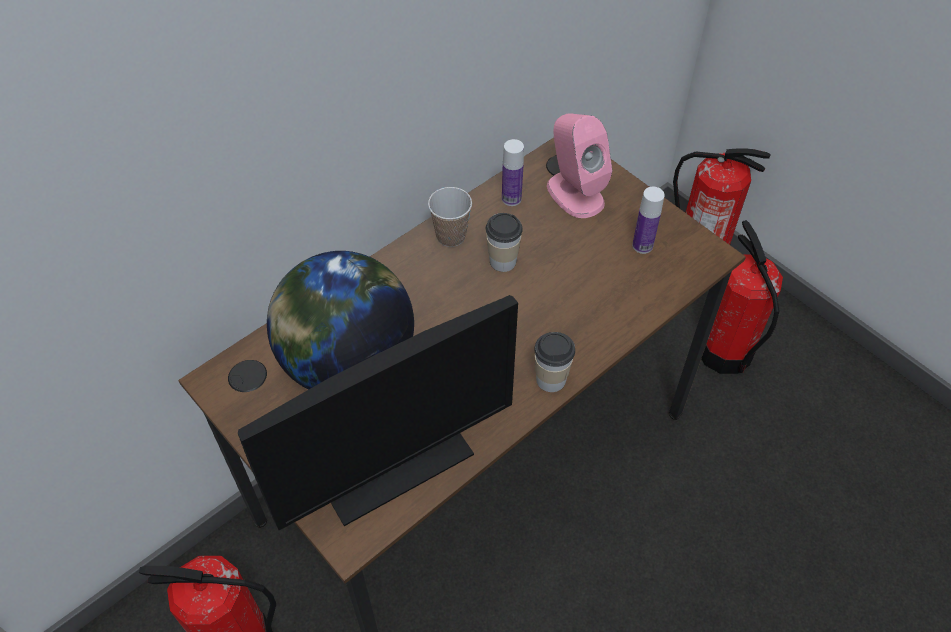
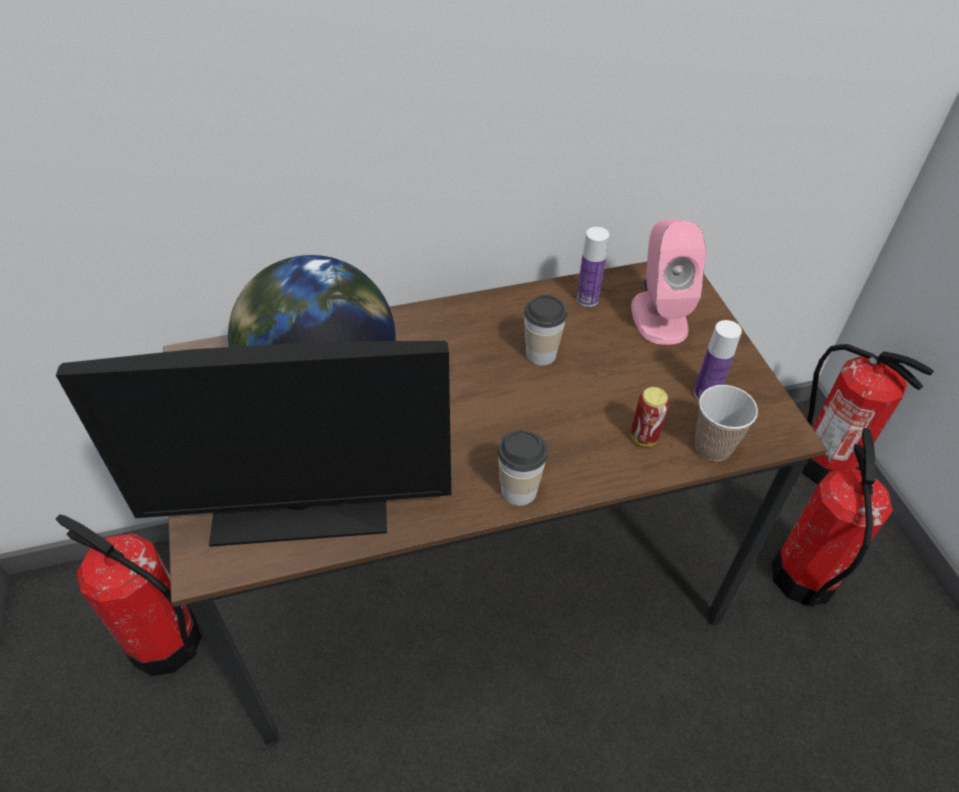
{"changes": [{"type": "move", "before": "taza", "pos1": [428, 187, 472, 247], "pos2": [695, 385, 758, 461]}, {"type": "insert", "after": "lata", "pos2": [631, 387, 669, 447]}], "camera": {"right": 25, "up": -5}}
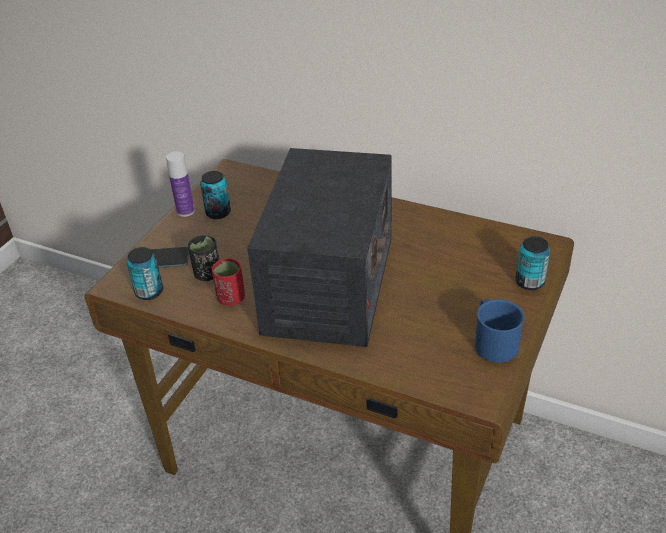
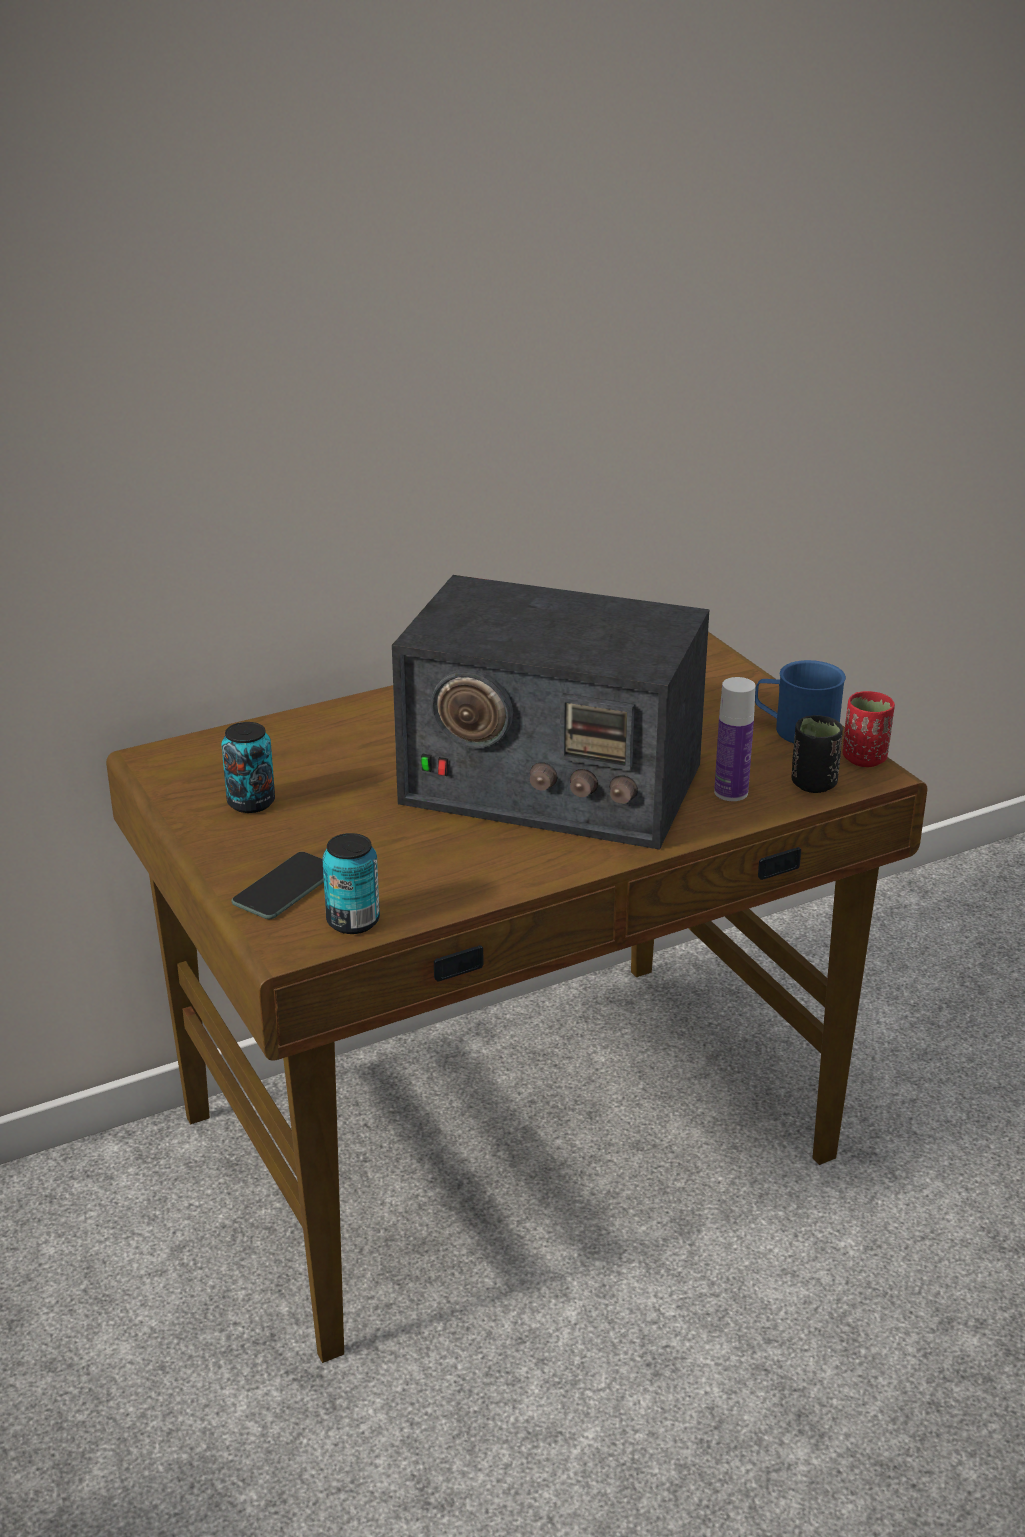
{"changes": [{"type": "rotate", "before": "radio", "pos1": [247, 148, 392, 347], "pos2": [392, 575, 709, 850], "turn": 150}, {"type": "move", "before": "botella", "pos1": [166, 151, 195, 217], "pos2": [714, 677, 756, 801]}, {"type": "move", "before": "taza/negro", "pos1": [188, 235, 219, 281], "pos2": [792, 715, 843, 793]}, {"type": "delete", "before": "lata", "pos1": [516, 236, 550, 290]}, {"type": "move", "before": "taza/rojo", "pos1": [212, 258, 245, 306], "pos2": [842, 691, 895, 767]}], "camera": {"right": -55, "up": -10}}
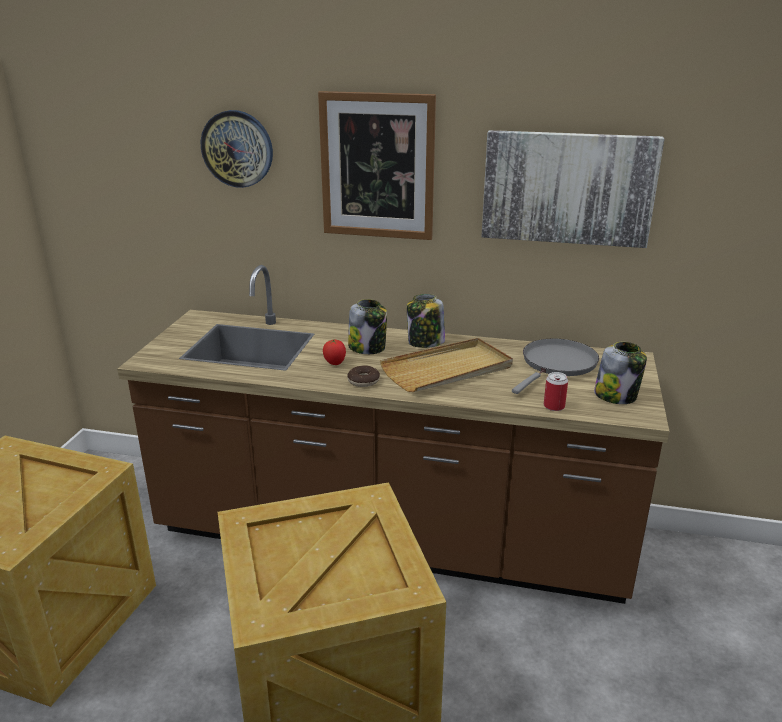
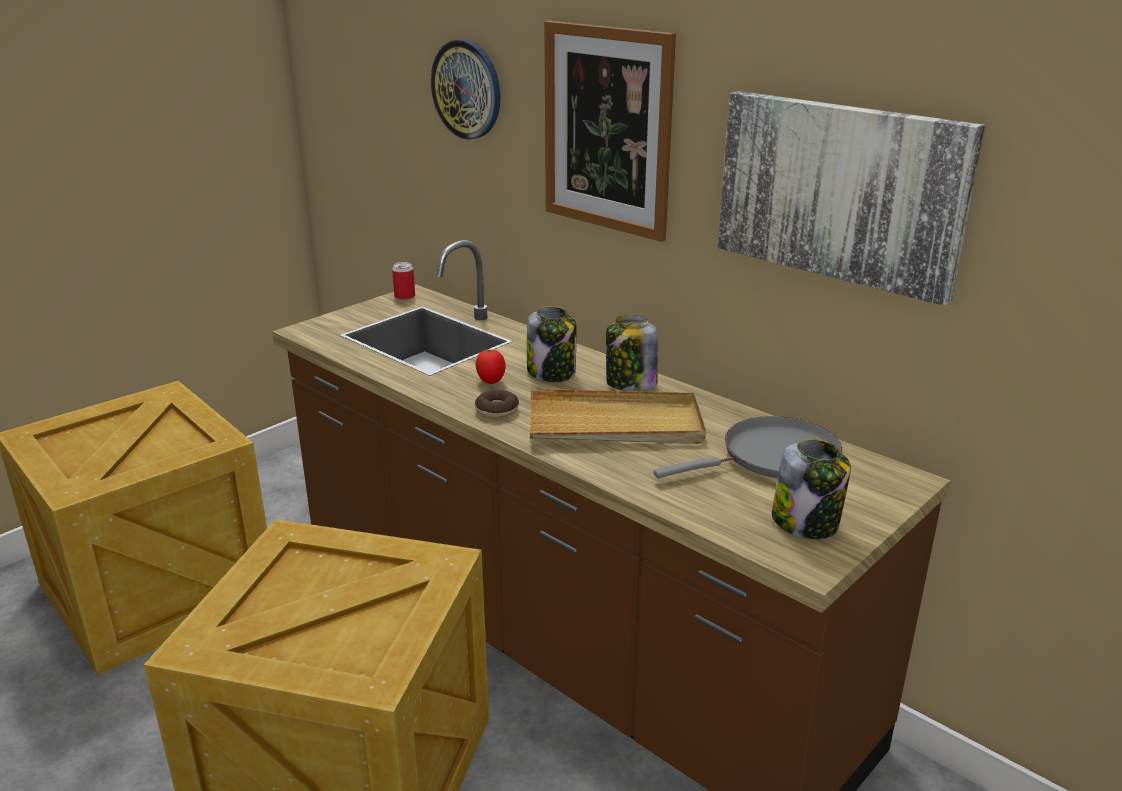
{"changes": [{"type": "move", "before": "lata", "pos1": [544, 372, 568, 411], "pos2": [392, 262, 415, 300]}], "camera": {"right": 30, "up": 0}}
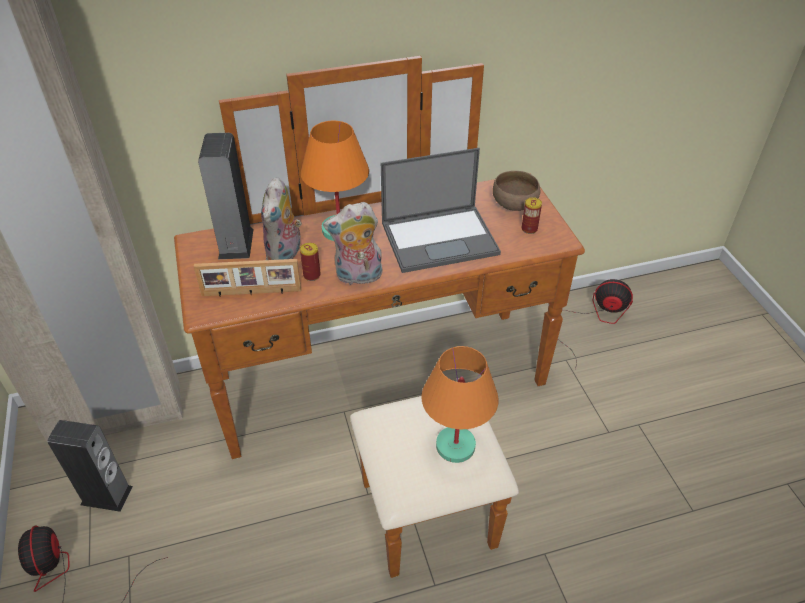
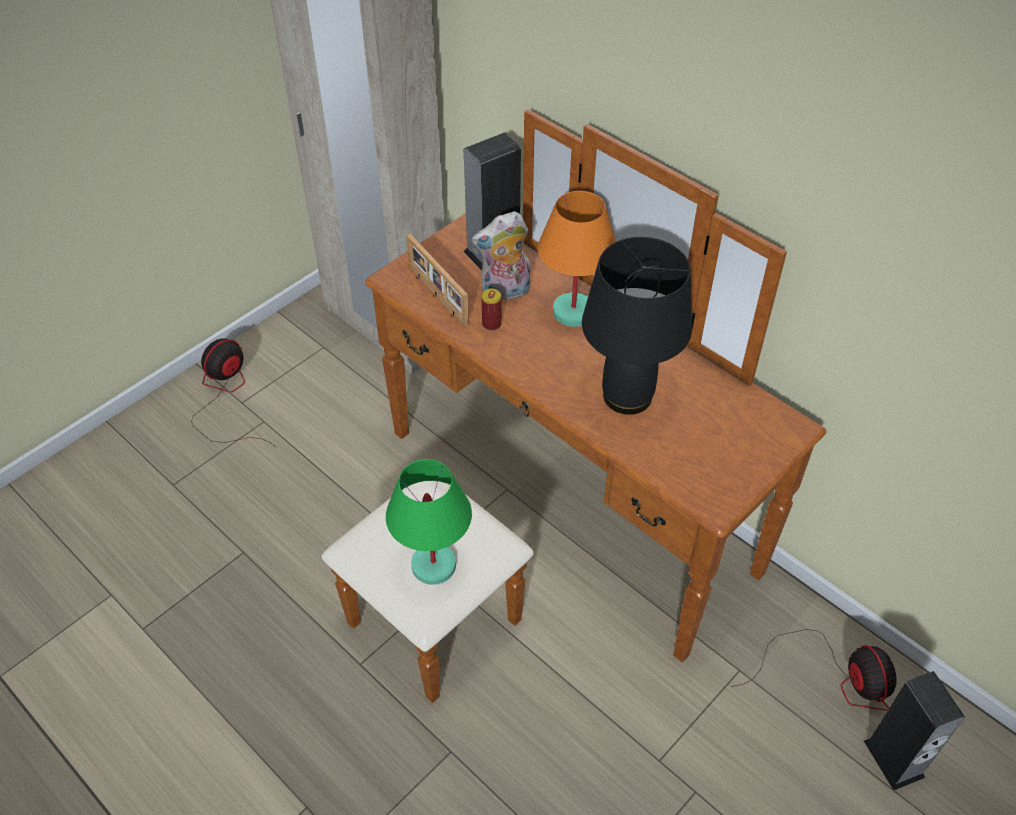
{"changes": [{"type": "replace", "before": "portátil", "after": "lámpara de mesa/negro", "pos1": [381, 148, 501, 273], "pos2": [582, 237, 692, 415]}, {"type": "delete", "before": "cuenco/marrón", "pos1": [493, 171, 540, 211]}, {"type": "delete", "before": "lata", "pos1": [522, 197, 542, 234]}, {"type": "delete", "before": "peluche", "pos1": [323, 202, 383, 285]}, {"type": "recolor", "before": "lámpara de mesa/naranja", "after": "lámpara de mesa/verde", "pos1": [421, 346, 499, 463], "pos2": [386, 459, 472, 585]}, {"type": "move", "before": "altavoz", "pos1": [47, 420, 133, 512], "pos2": [864, 671, 965, 790]}], "camera": {"right": 60, "up": 5}}
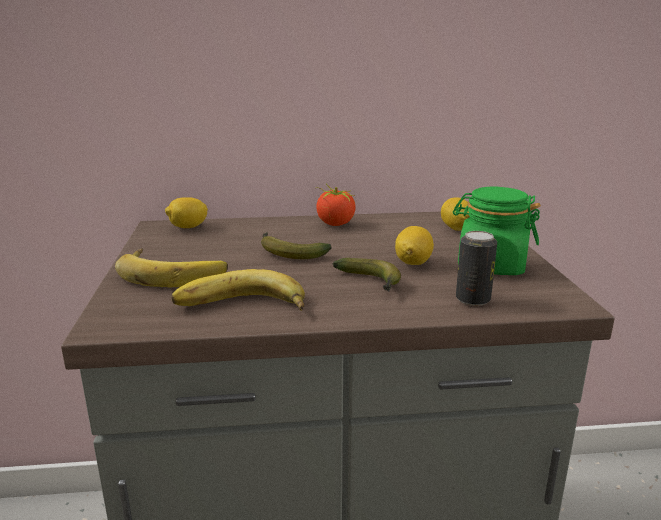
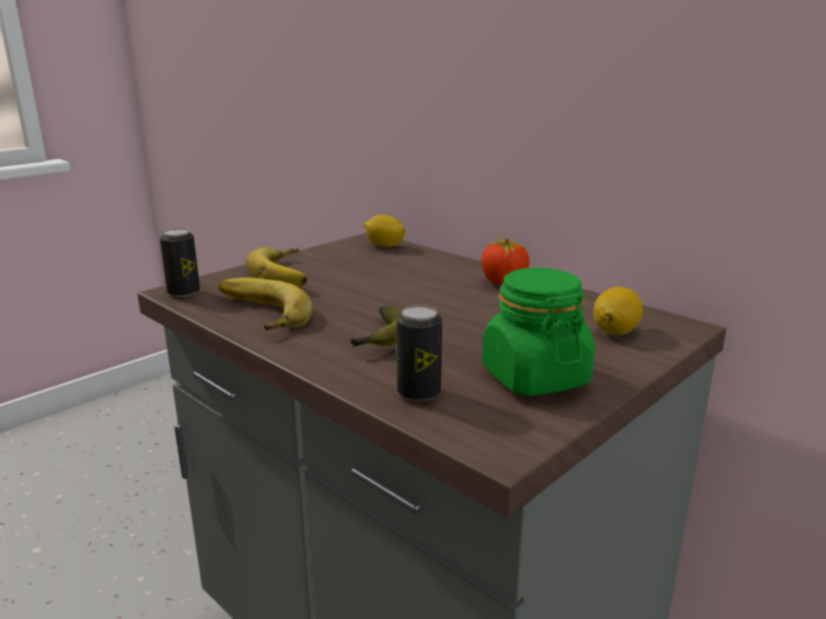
{"changes": [{"type": "delete", "before": "limón", "pos1": [395, 226, 434, 265]}, {"type": "delete", "before": "plátano", "pos1": [261, 233, 332, 259]}, {"type": "insert", "after": "lata", "pos2": [159, 228, 200, 297]}], "camera": {"right": 50, "up": 0}}
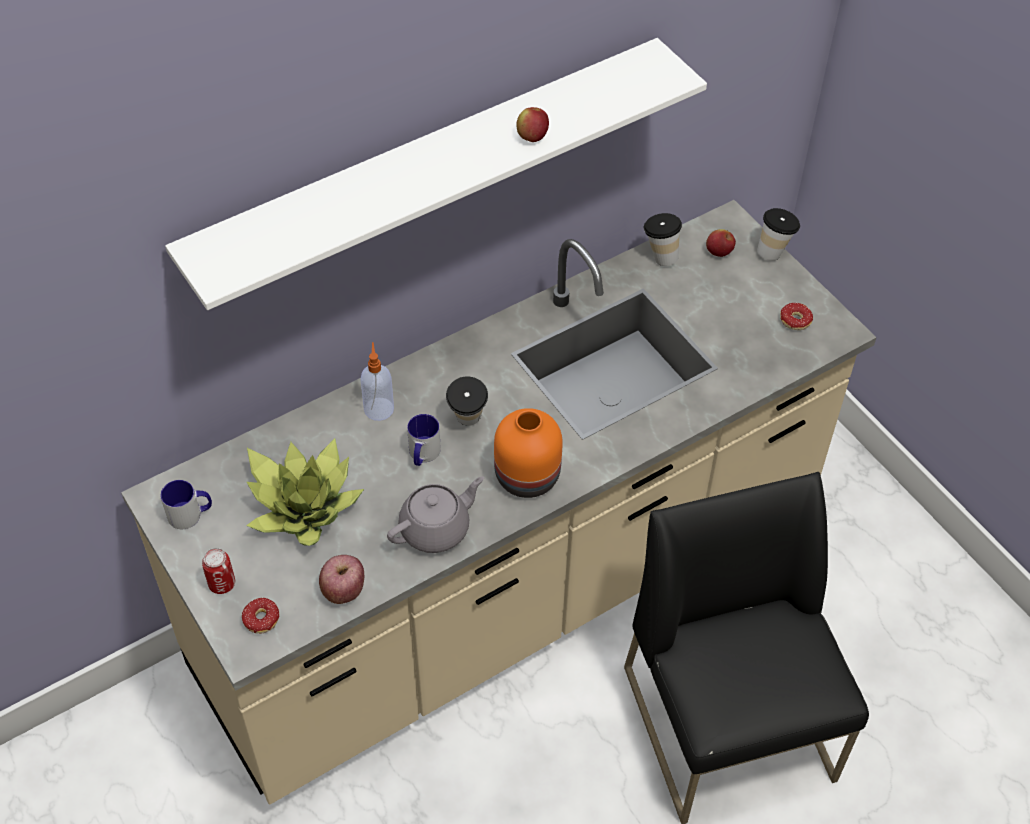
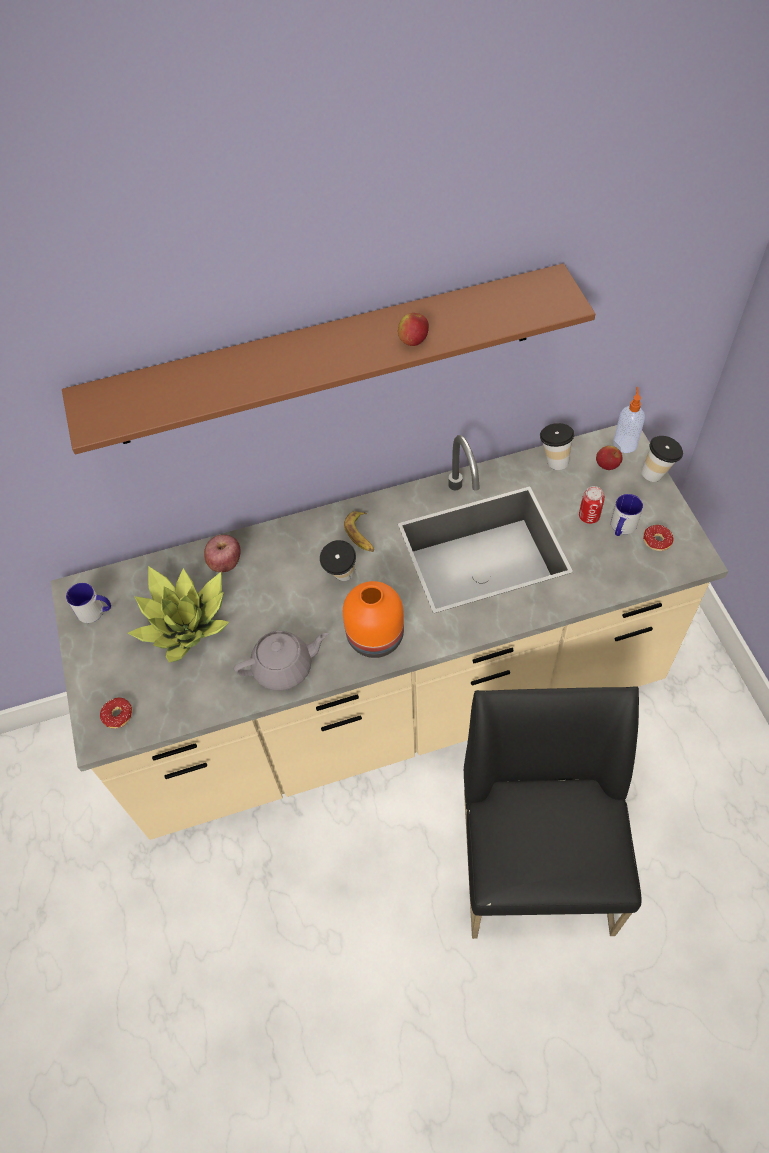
{"changes": [{"type": "recolor", "before": "estante/blanco", "after": "estante/marrón", "pos1": [165, 38, 707, 310], "pos2": [62, 263, 595, 454]}, {"type": "move", "before": "dispensador de jabón", "pos1": [360, 342, 394, 421], "pos2": [613, 387, 645, 453]}, {"type": "move", "before": "taza grande", "pos1": [407, 414, 441, 466], "pos2": [611, 494, 643, 536]}, {"type": "move", "before": "lata", "pos1": [202, 548, 235, 594], "pos2": [579, 486, 605, 524]}, {"type": "move", "before": "manzana", "pos1": [319, 555, 364, 604], "pos2": [204, 535, 241, 572]}, {"type": "insert", "after": "plátano", "pos2": [344, 511, 374, 552]}], "camera": {"right": 20, "up": 5}}
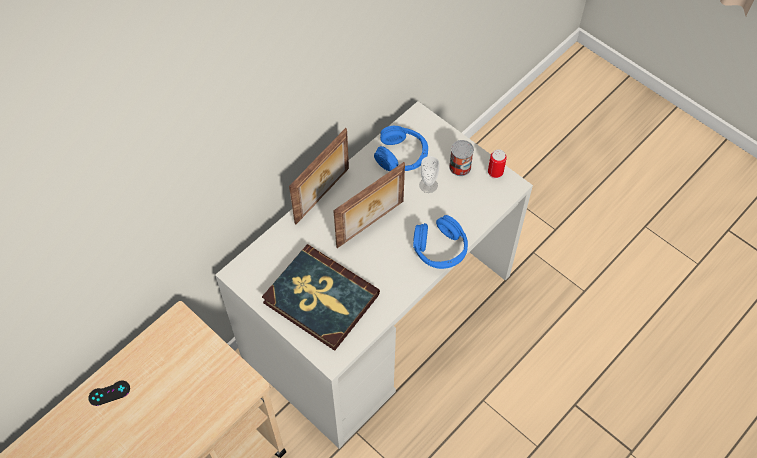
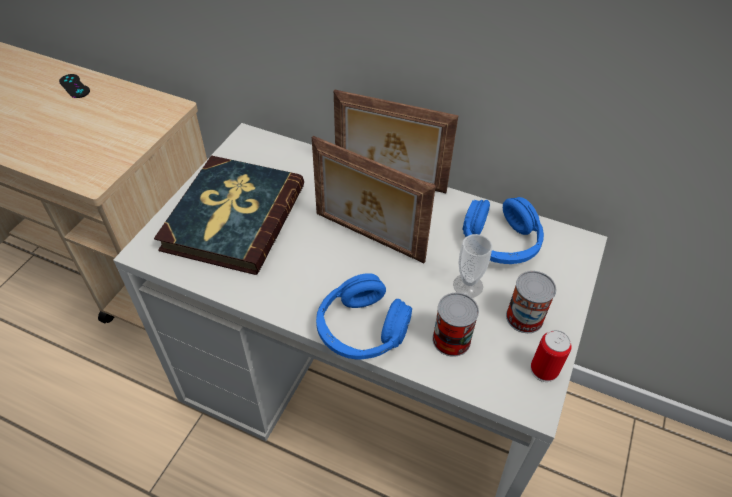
{"changes": [{"type": "insert", "after": "lata", "pos2": [432, 293, 479, 357]}], "camera": {"right": 70, "up": -10}}
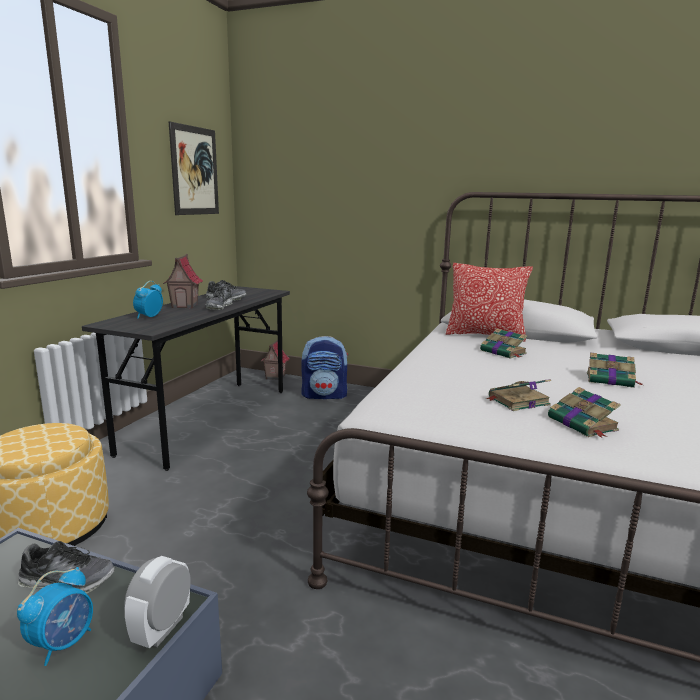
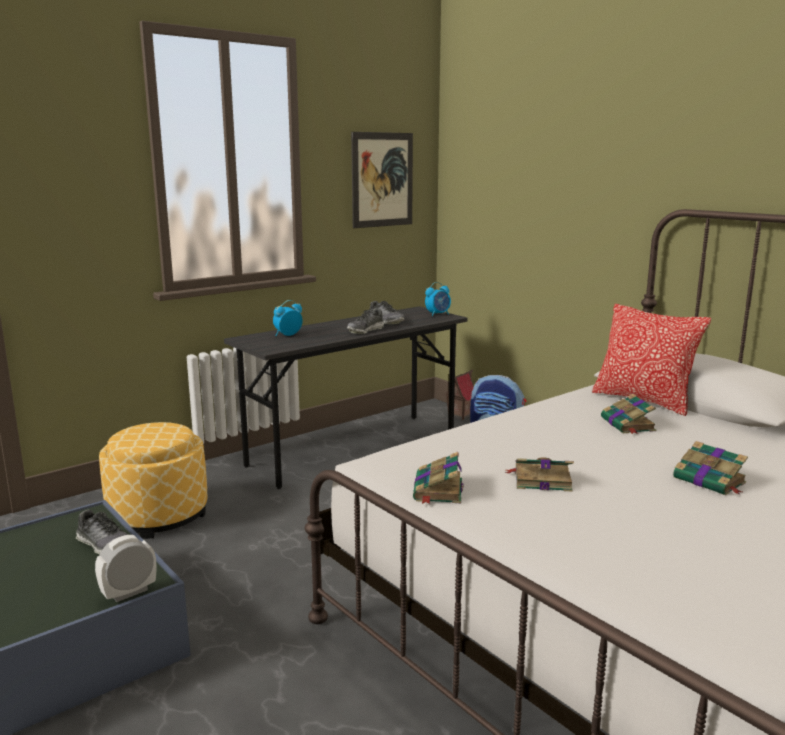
{"changes": [{"type": "delete", "before": "casita", "pos1": [163, 254, 203, 308]}, {"type": "move", "before": "libro", "pos1": [548, 387, 621, 438], "pos2": [413, 452, 463, 504]}, {"type": "move", "before": "despertador", "pos1": [17, 567, 93, 666], "pos2": [425, 282, 451, 316]}], "camera": {"right": 30, "up": 0}}
